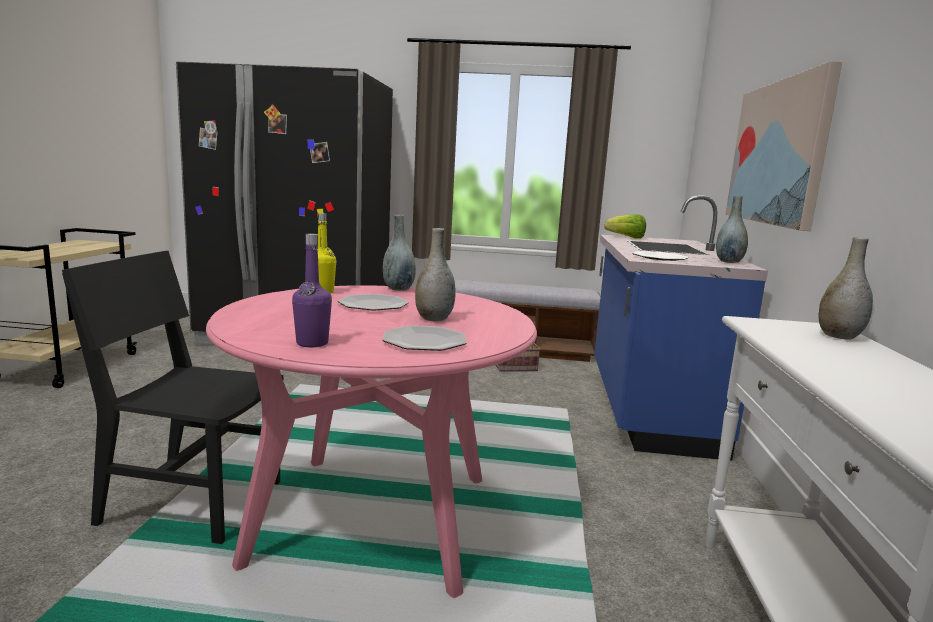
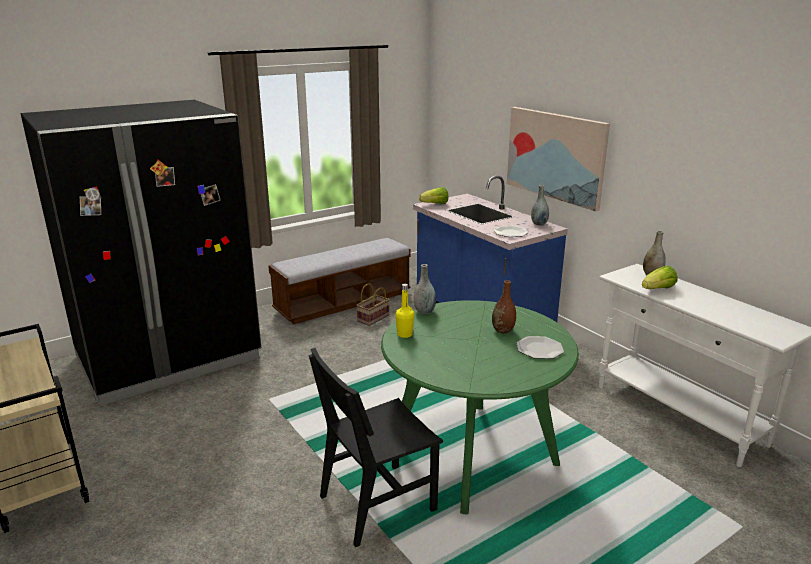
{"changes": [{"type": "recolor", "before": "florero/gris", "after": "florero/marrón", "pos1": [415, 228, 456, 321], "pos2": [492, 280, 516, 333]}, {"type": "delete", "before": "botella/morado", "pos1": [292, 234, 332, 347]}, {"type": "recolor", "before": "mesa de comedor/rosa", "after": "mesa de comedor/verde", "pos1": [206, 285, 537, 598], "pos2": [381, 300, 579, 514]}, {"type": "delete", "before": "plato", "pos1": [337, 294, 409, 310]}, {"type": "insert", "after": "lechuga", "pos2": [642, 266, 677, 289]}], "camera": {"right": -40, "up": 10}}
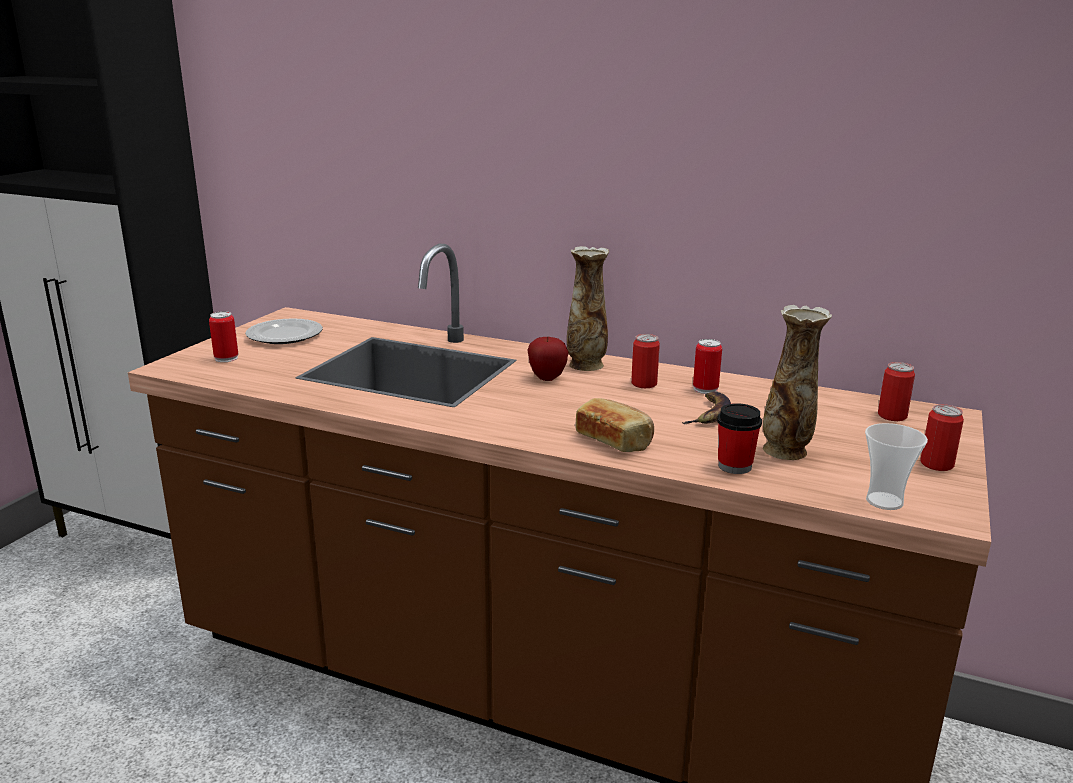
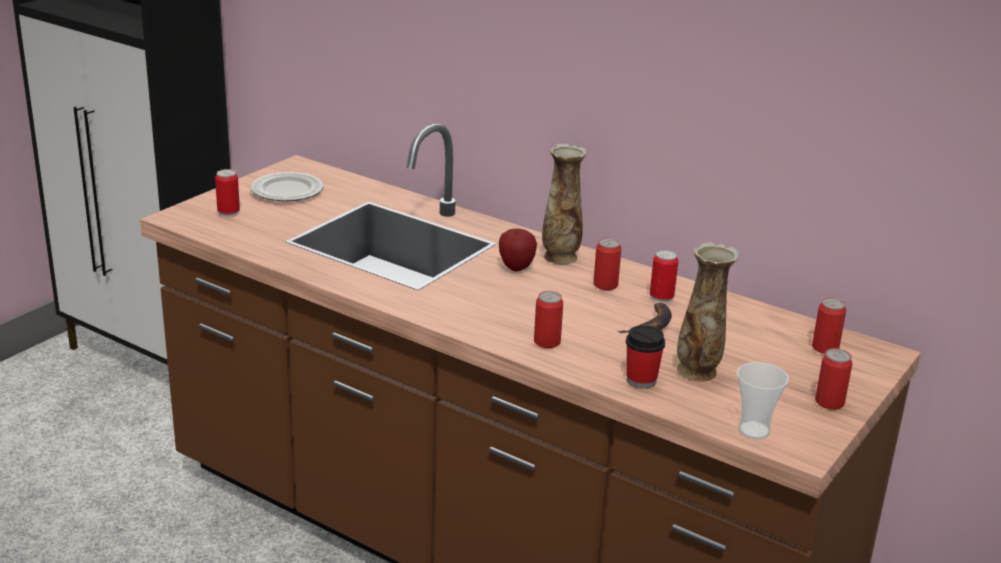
{"changes": [{"type": "replace", "before": "pan", "after": "lata", "pos1": [575, 398, 654, 452], "pos2": [534, 291, 563, 348]}], "camera": {"right": 10, "up": 5}}
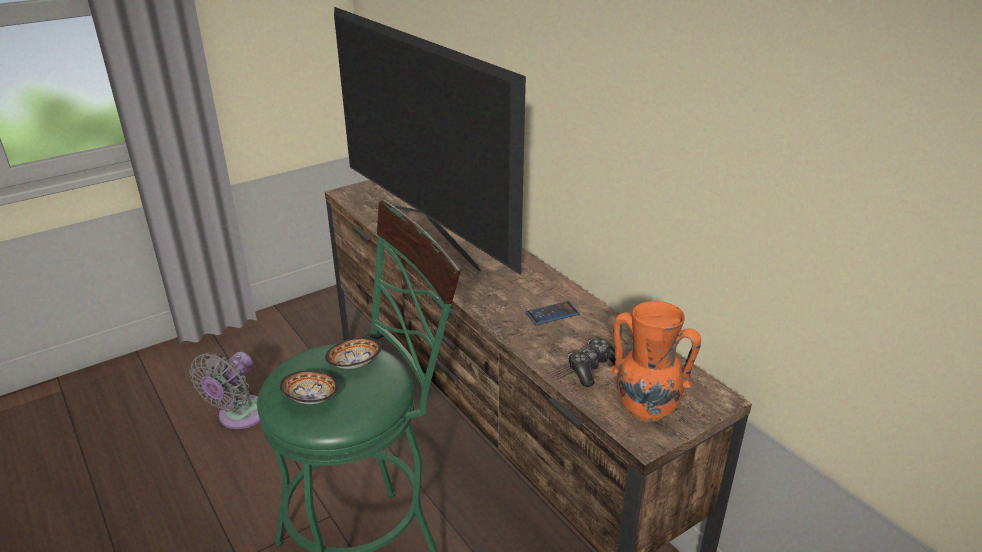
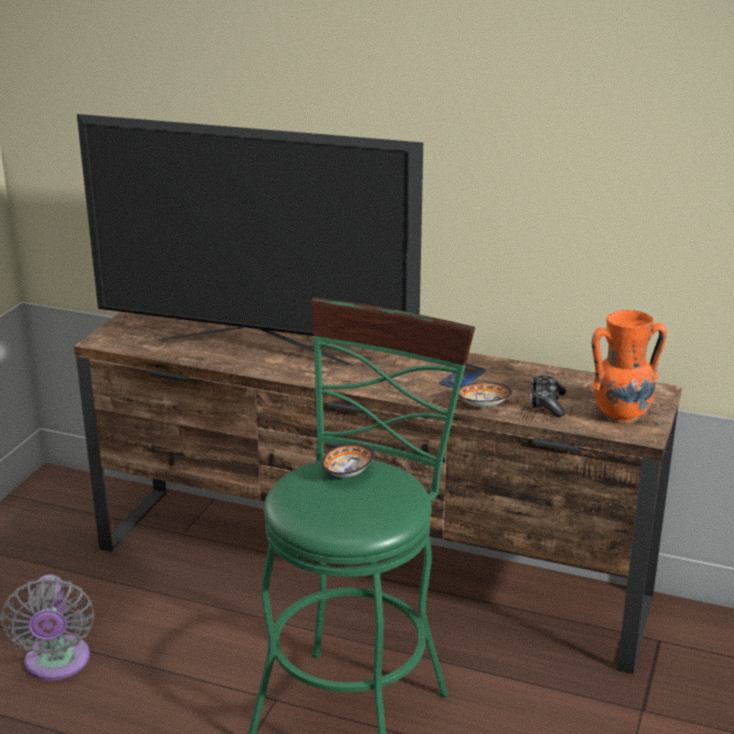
{"changes": [{"type": "move", "before": "cuenco", "pos1": [280, 371, 339, 404], "pos2": [458, 382, 512, 407]}], "camera": {"right": -35, "up": -5}}
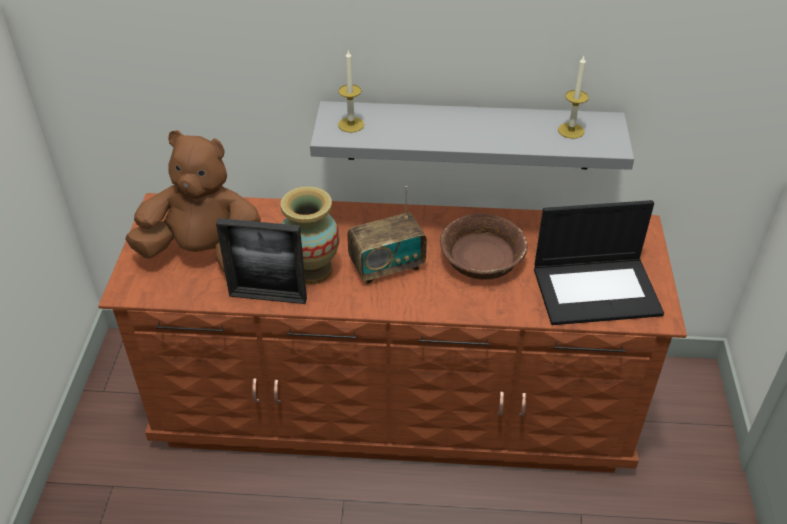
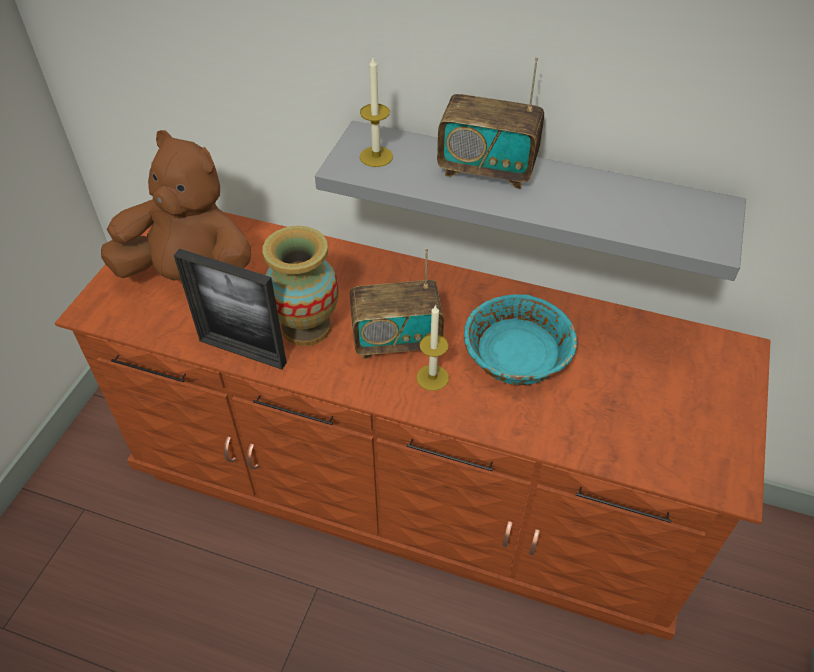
{"changes": [{"type": "move", "before": "vela", "pos1": [558, 56, 589, 139], "pos2": [416, 304, 449, 391]}, {"type": "delete", "before": "portátil", "pos1": [534, 200, 664, 325]}, {"type": "recolor", "before": "cuenco/marrón", "after": "cuenco/turquesa", "pos1": [440, 213, 528, 280], "pos2": [464, 294, 577, 385]}, {"type": "insert", "after": "radio", "pos2": [437, 57, 544, 189]}], "camera": {"right": 15, "up": 5}}
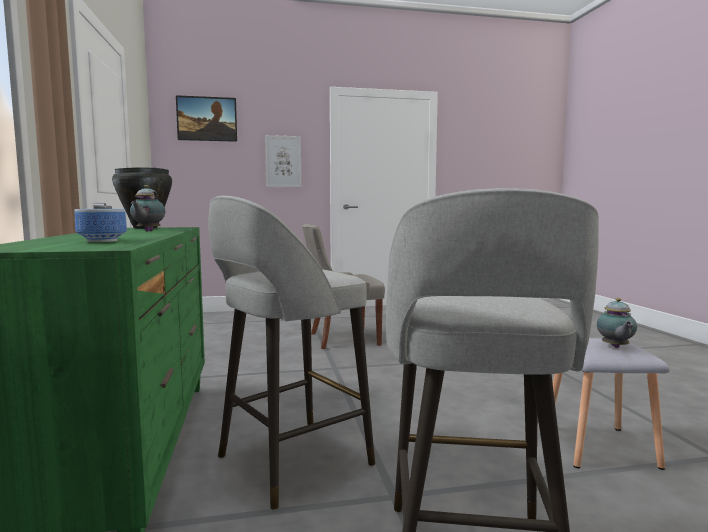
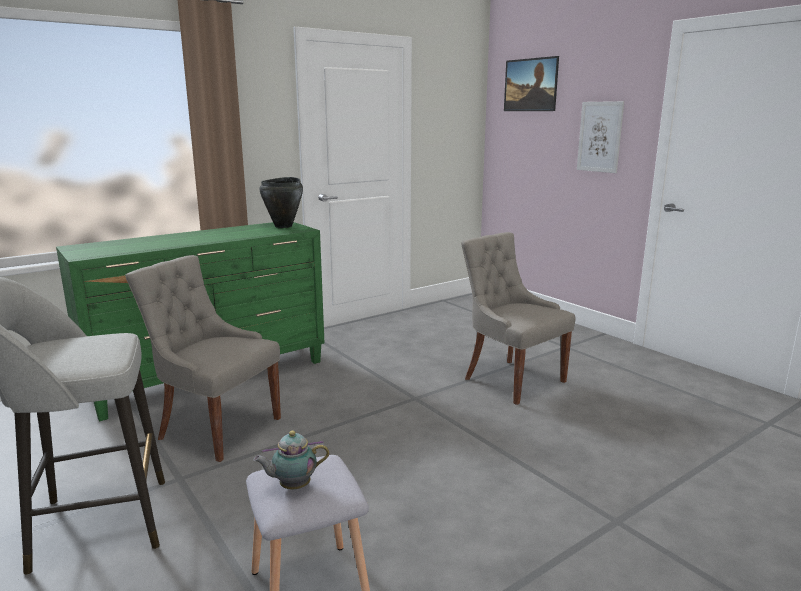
{"changes": [{"type": "delete", "before": "tetera", "pos1": [130, 185, 165, 232]}, {"type": "replace", "before": "taburete/gris", "after": "silla/gris", "pos1": [208, 196, 375, 510], "pos2": [125, 255, 281, 462]}, {"type": "delete", "before": "cuenco", "pos1": [74, 209, 127, 242]}], "camera": {"right": 65, "up": 10}}
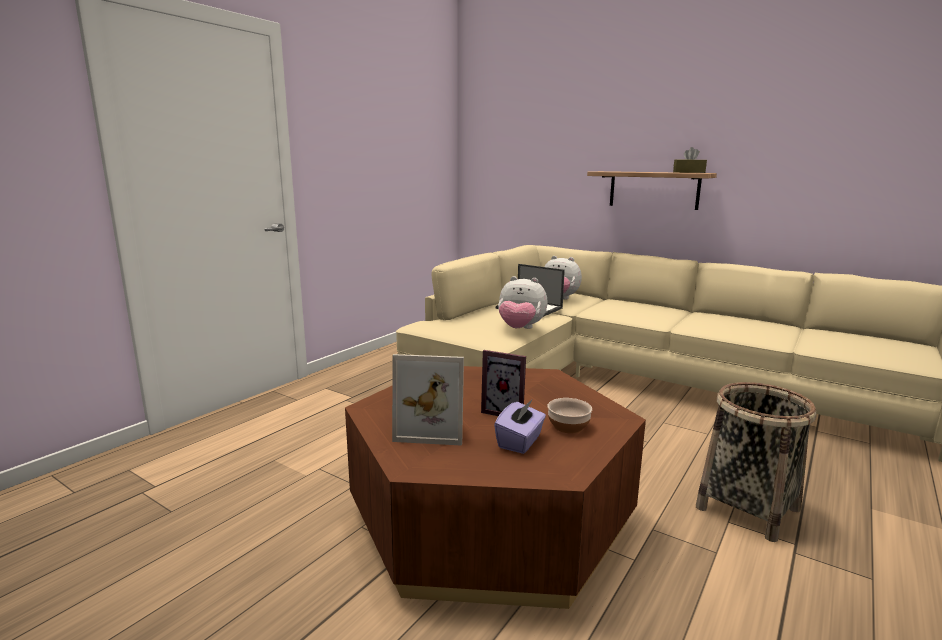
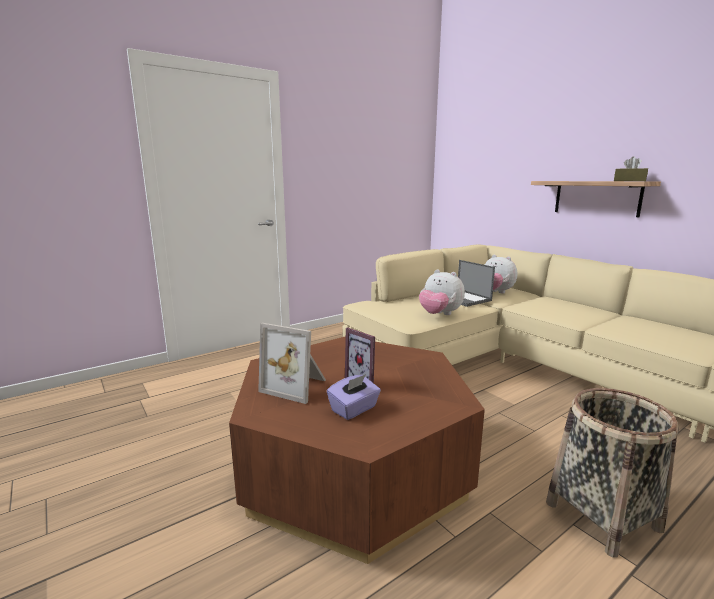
{"changes": [{"type": "delete", "before": "cuenco", "pos1": [547, 398, 592, 433]}], "camera": {"right": 20, "up": 0}}
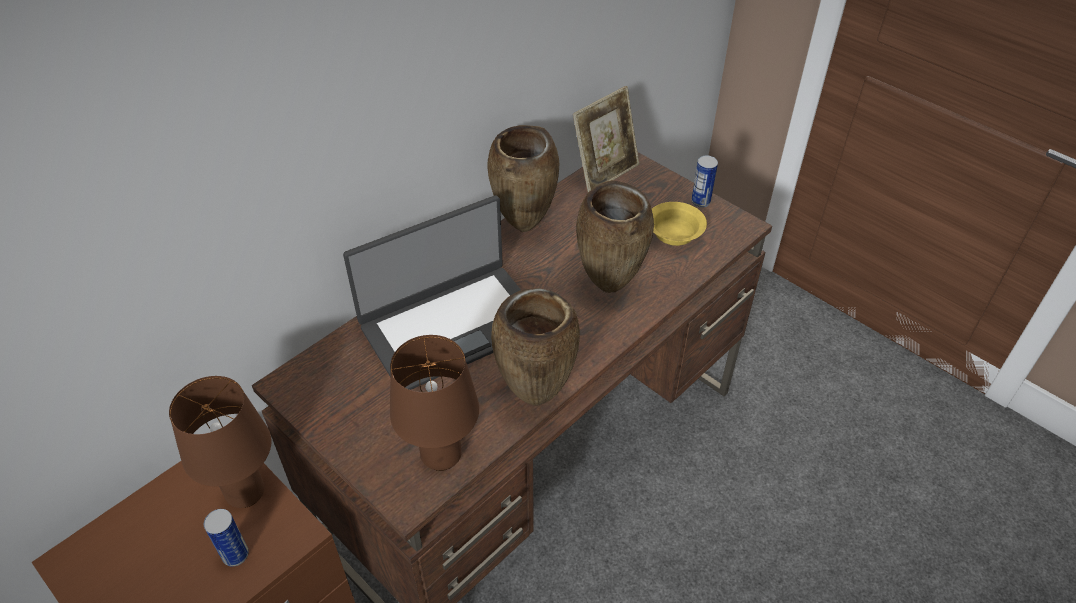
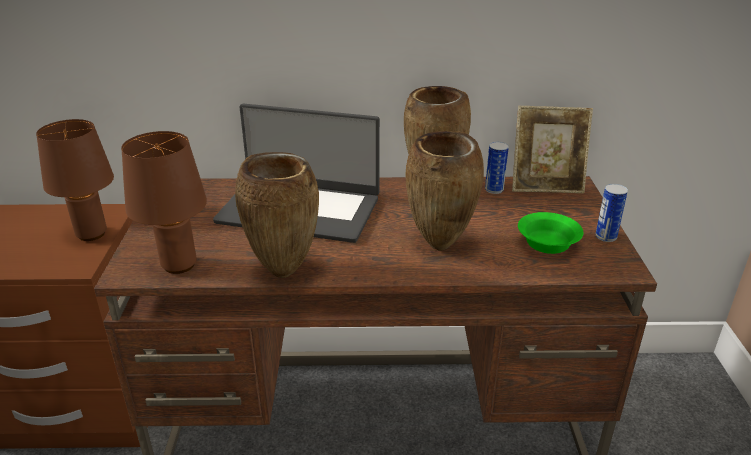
{"changes": [{"type": "recolor", "before": "cuenco/amarillo", "after": "cuenco/verde", "pos1": [652, 202, 707, 246], "pos2": [518, 212, 584, 254]}, {"type": "move", "before": "lata", "pos1": [204, 509, 249, 566], "pos2": [485, 142, 509, 194]}], "camera": {"right": 45, "up": -15}}
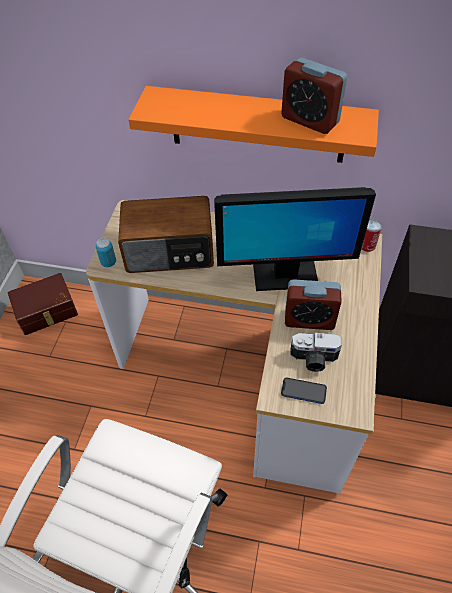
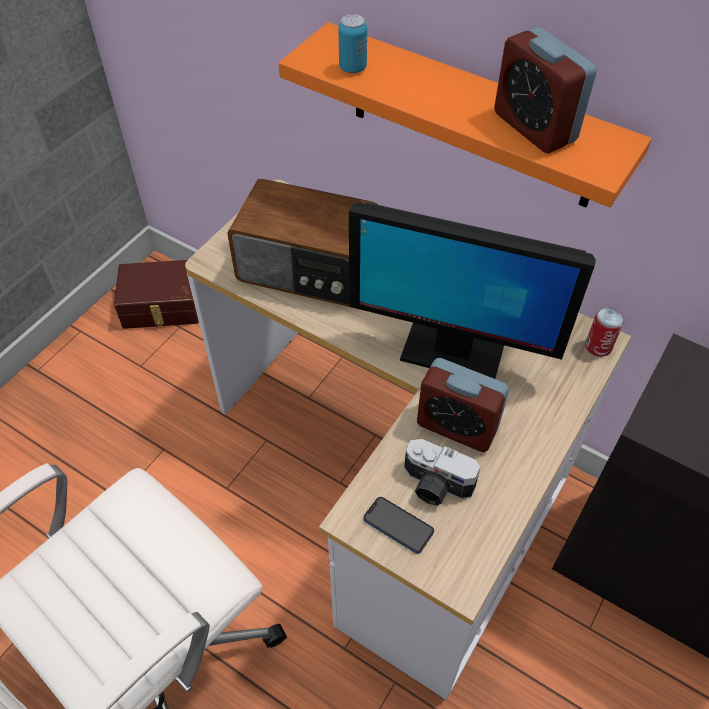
{"changes": [{"type": "move", "before": "lata", "pos1": [96, 238, 116, 267], "pos2": [339, 14, 367, 73]}], "camera": {"right": 20, "up": 0}}
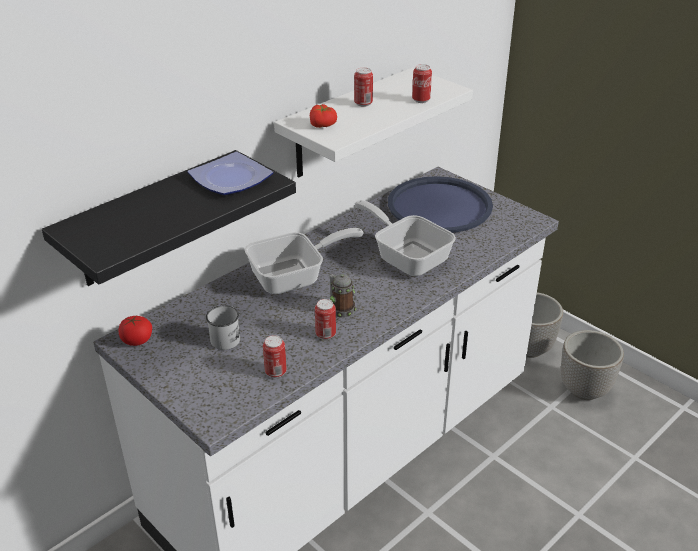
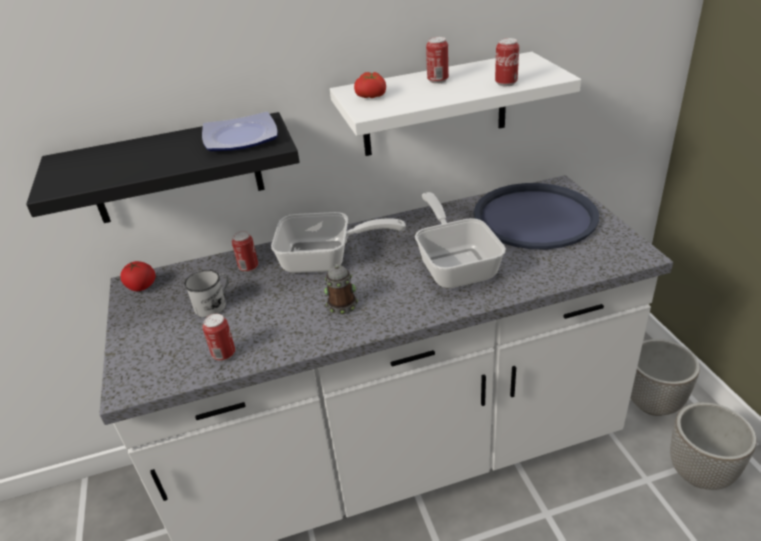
{"changes": [{"type": "move", "before": "lata", "pos1": [315, 299, 336, 340], "pos2": [232, 231, 258, 272]}], "camera": {"right": 30, "up": 0}}
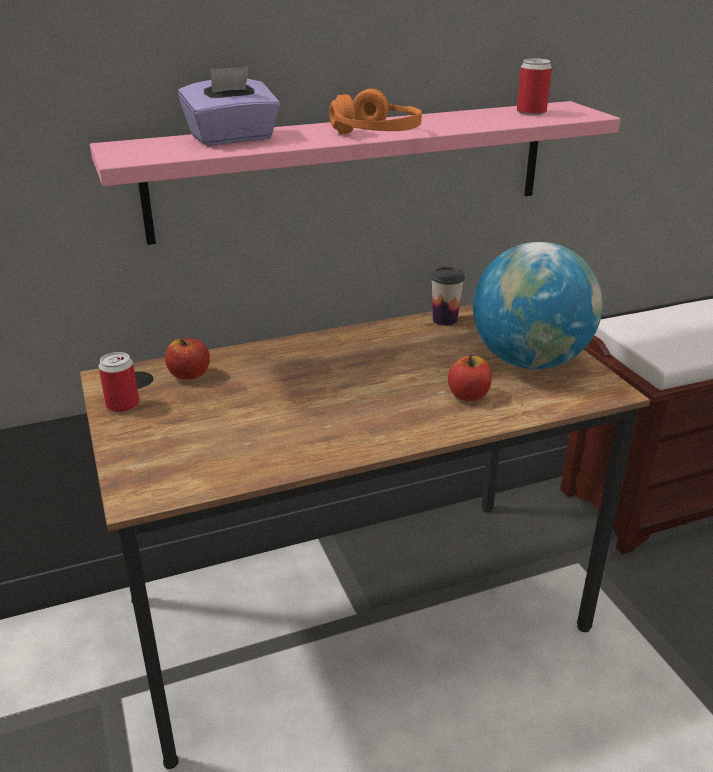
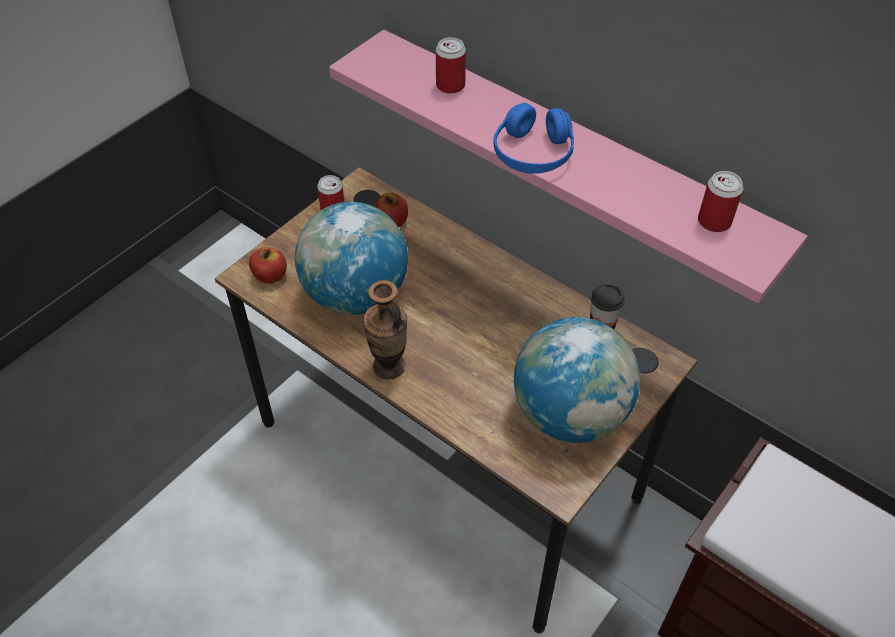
{"changes": [{"type": "replace", "before": "caja de pañuelos/morado", "after": "lata", "pos1": [178, 66, 280, 146], "pos2": [436, 37, 466, 94]}, {"type": "recolor", "before": "auriculares/naranja", "after": "auriculares/azul", "pos1": [329, 89, 422, 134], "pos2": [493, 103, 574, 174]}, {"type": "move", "before": "manzana", "pos1": [448, 355, 492, 401], "pos2": [249, 247, 287, 284]}, {"type": "insert", "after": "globo terráqueo", "pos2": [295, 202, 408, 315]}, {"type": "insert", "after": "florero", "pos2": [363, 280, 407, 380]}], "camera": {"right": 60, "up": 20}}
